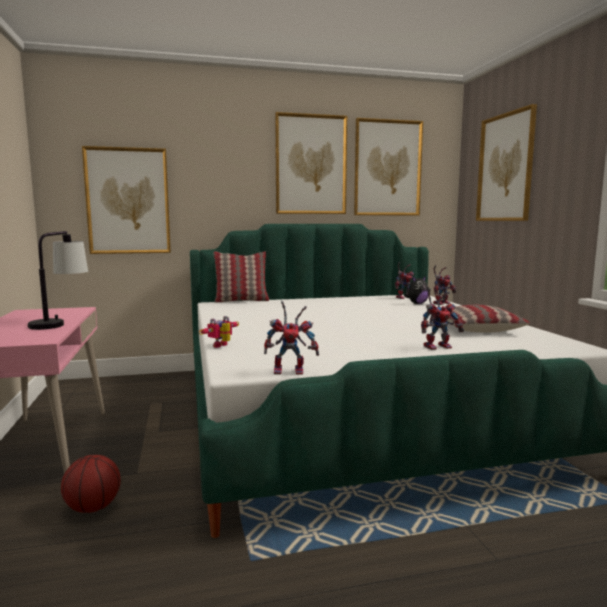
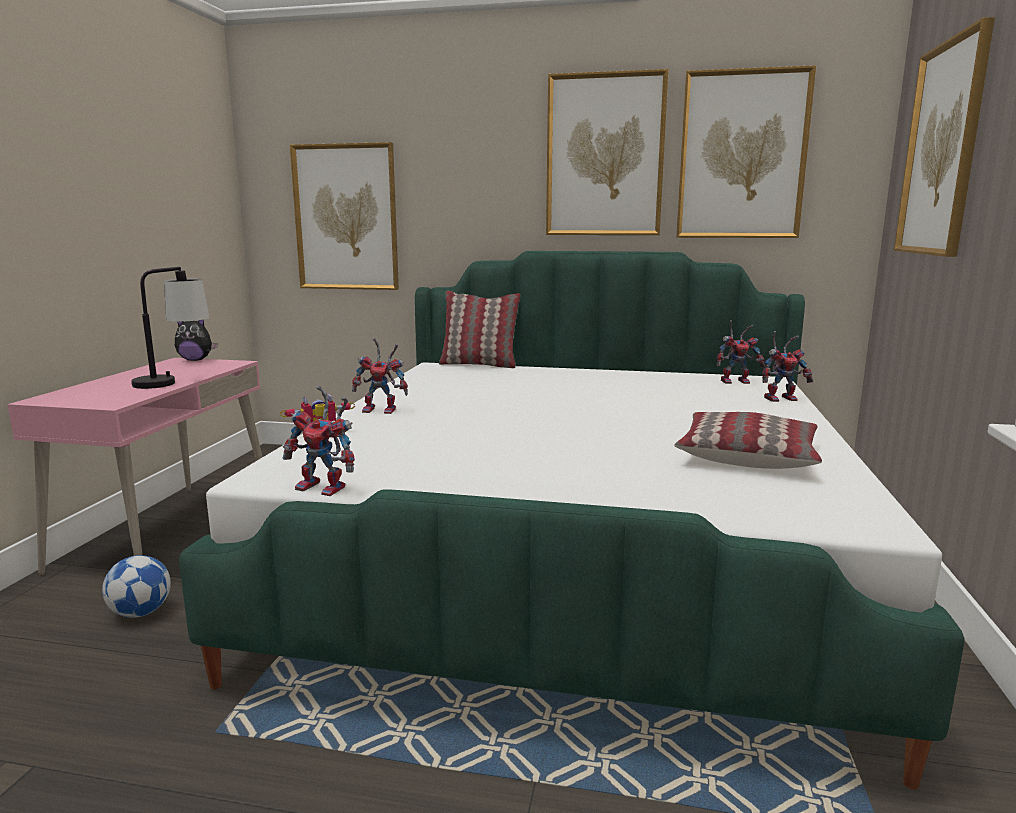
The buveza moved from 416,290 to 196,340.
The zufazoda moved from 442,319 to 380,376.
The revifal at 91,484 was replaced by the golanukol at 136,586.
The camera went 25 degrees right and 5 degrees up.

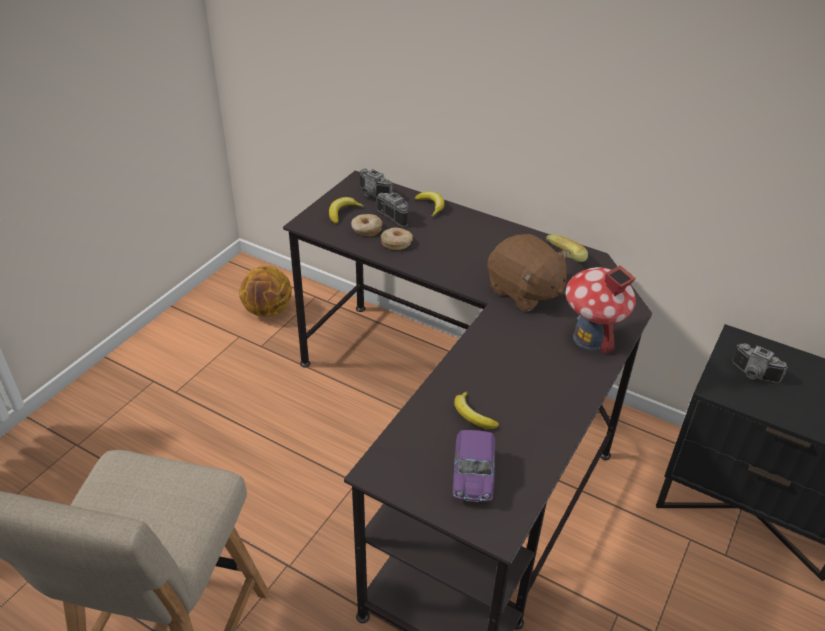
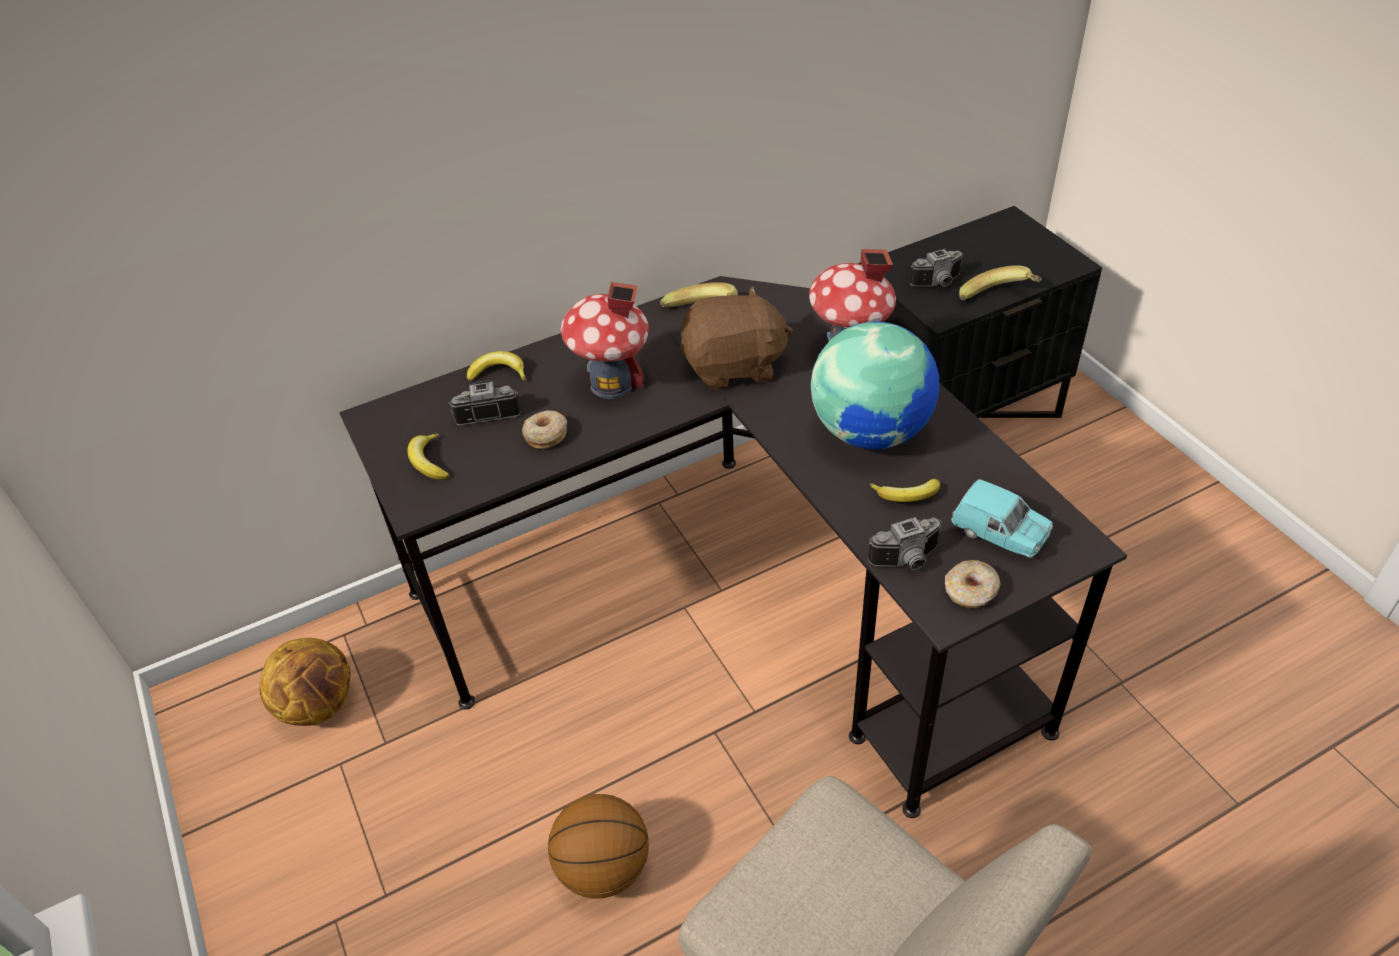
The revifal at 598,846 appeared.
The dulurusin at 605,340 appeared.
The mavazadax at 875,385 appeared.
The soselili at 1000,282 appeared.
The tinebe moved from 367,225 to 973,584.
The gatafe moved from 376,183 to 905,543.
The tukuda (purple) at 474,466 became the tukuda (turquoise) at 1002,518.
The camera went 55 degrees left and 5 degrees up.

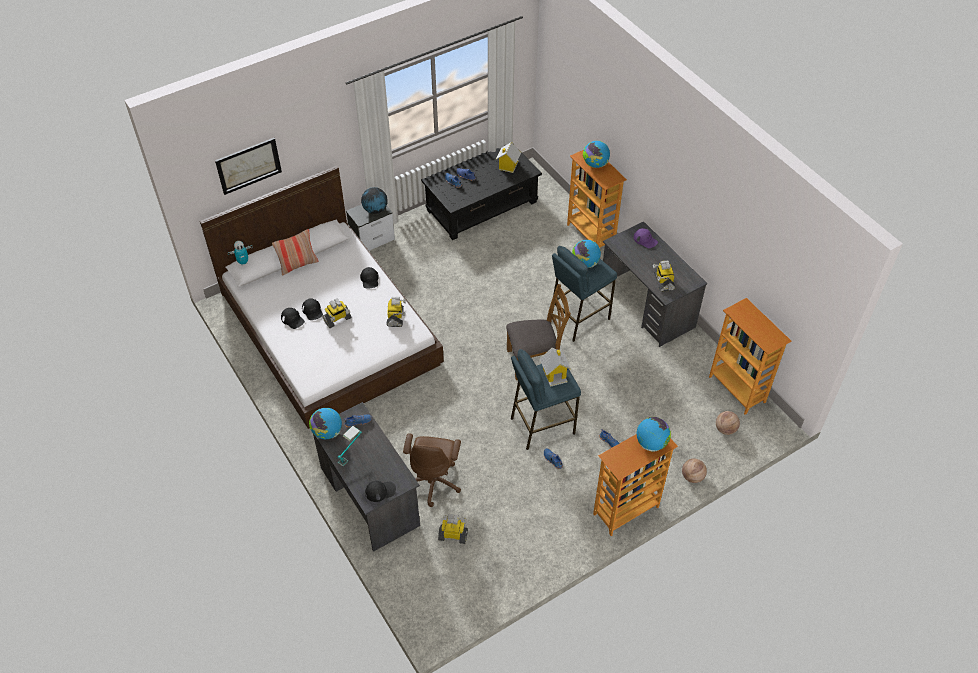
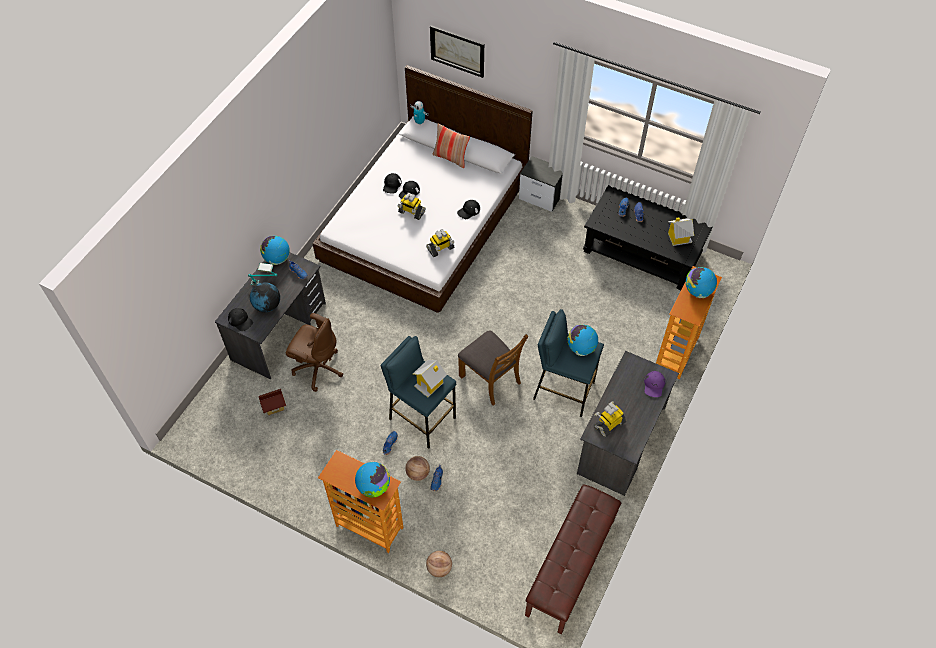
The mavazadax moved from 374,200 to 265,297.
The revifal moved from 728,423 to 417,468.
The zufazoda at 453,529 was replaced by the dulurusin at 272,402.
The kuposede at 750,356 was replaced by the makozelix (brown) at 573,559.
The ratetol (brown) at 432,470 turned 135 degrees counterclockwise.
The camera went 60 degrees right and 5 degrees up.

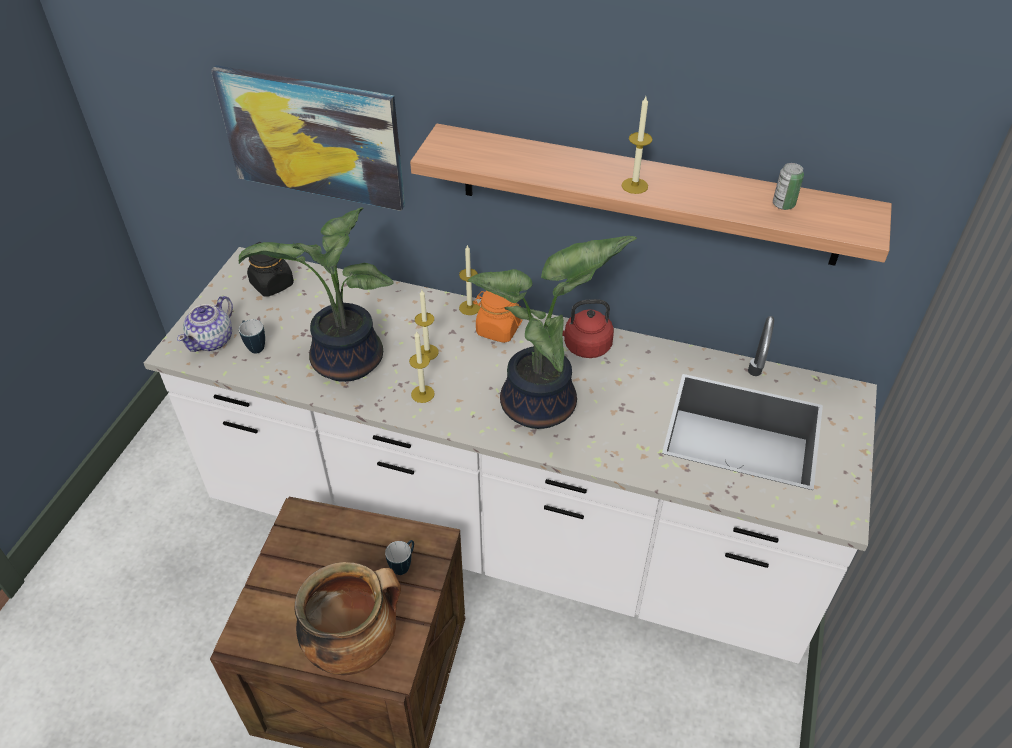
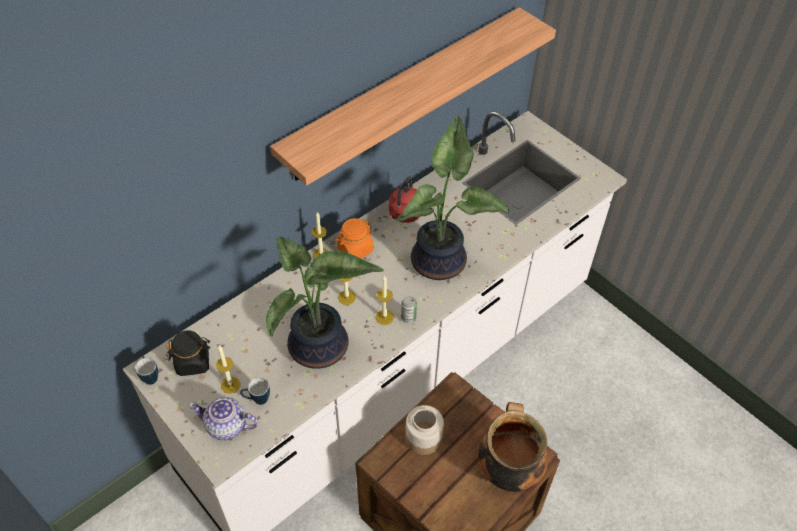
The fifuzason at 308,138 disappeared.
The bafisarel at 424,430 appeared.
The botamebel moved from 399,557 to 146,370.
The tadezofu moved from 637,145 to 228,370.
The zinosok moved from 788,186 to 409,309.
The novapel at 205,324 turned 135 degrees clockwise.
The camera went 60 degrees left and 5 degrees up.

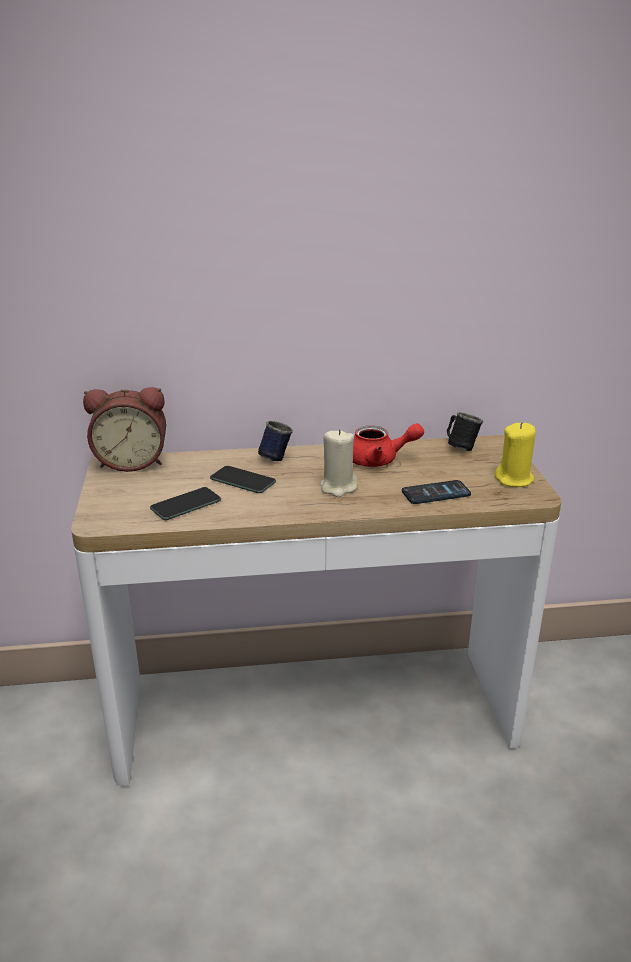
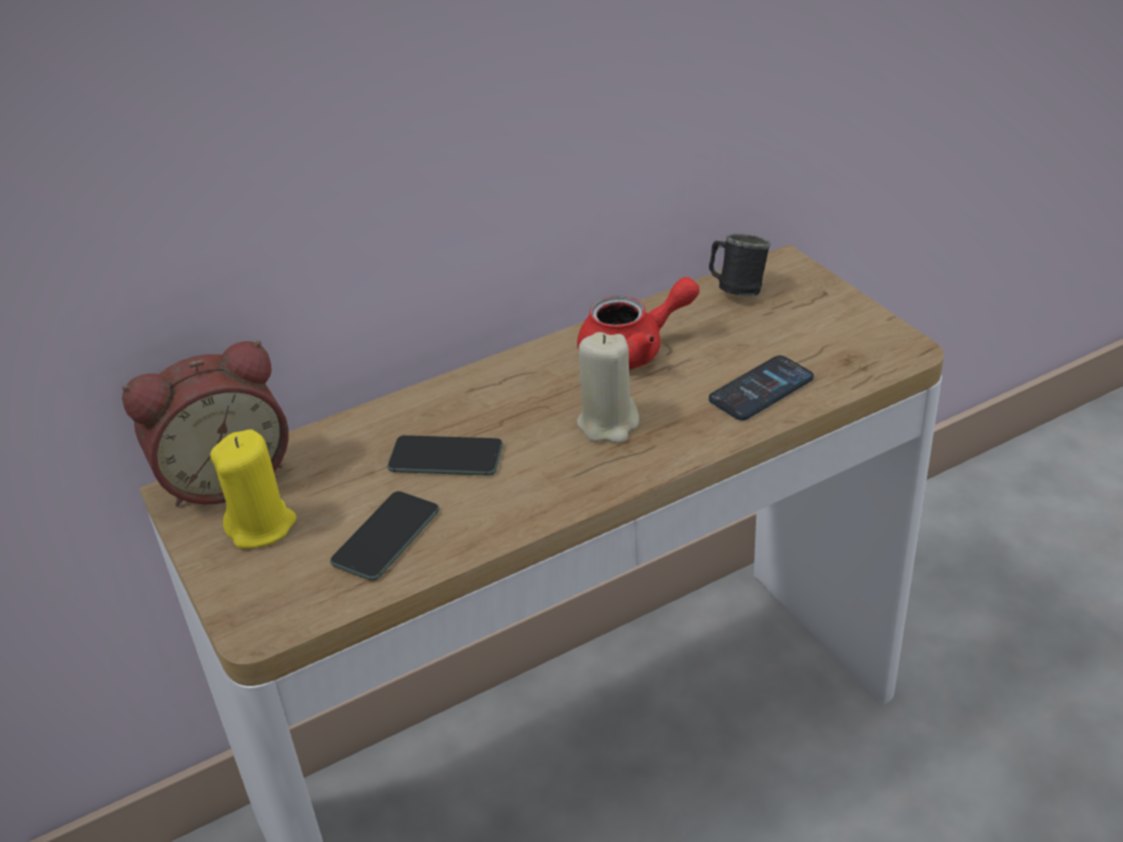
The botamebel (blue) at 275,441 disappeared.
The tadezofu (yellow) moved from 515,455 to 253,489.
The camera went 20 degrees left and 10 degrees up.

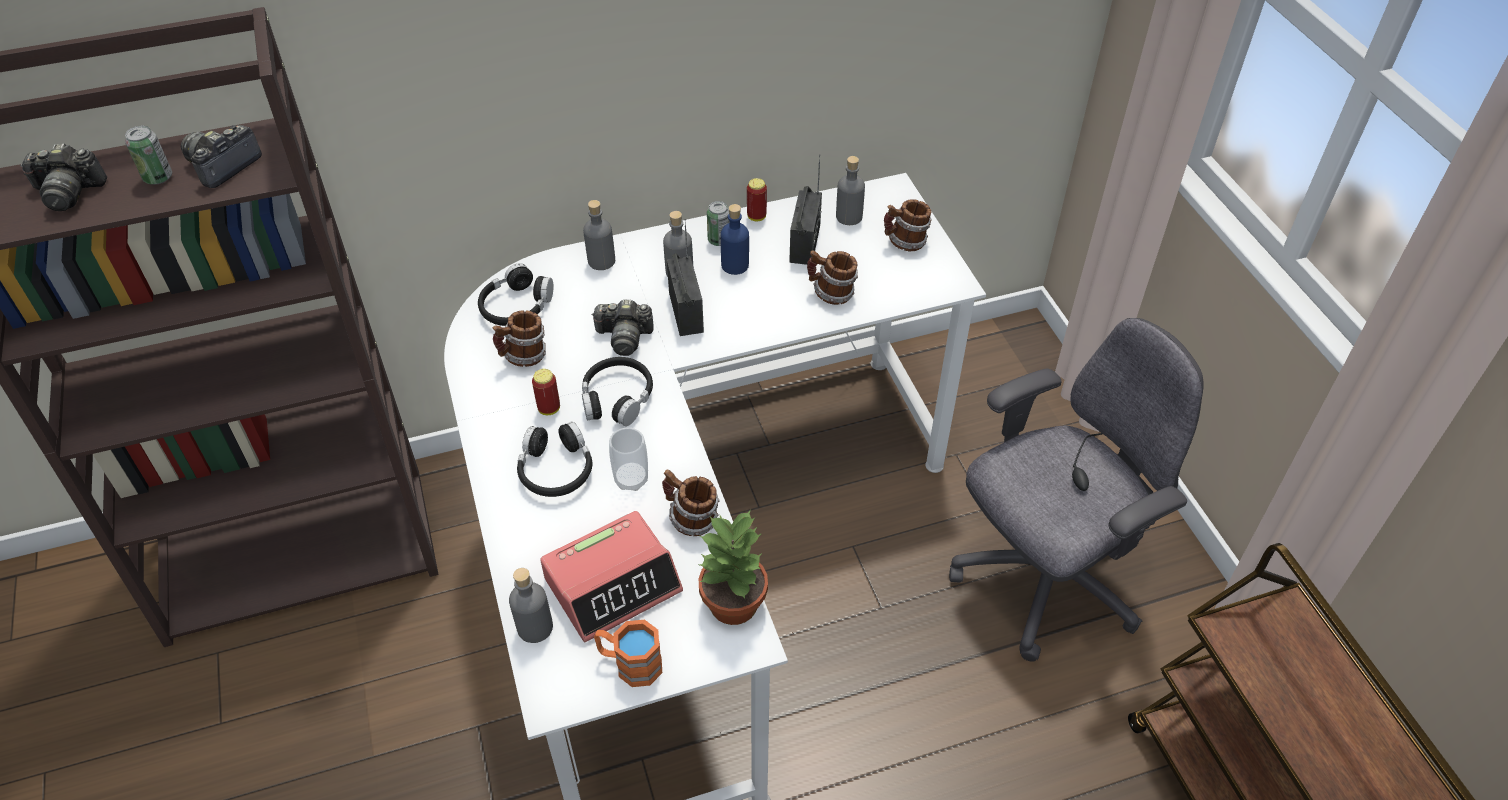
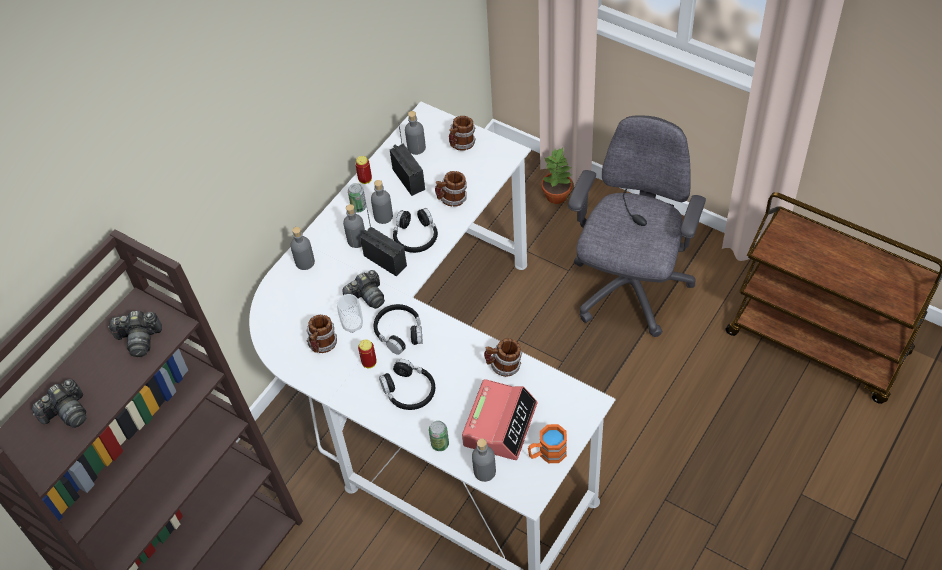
The zinosok moved from 148,155 to 439,436.
The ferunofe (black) moved from 515,294 to 415,230.
The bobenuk moved from 628,459 to 350,313.
The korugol moved from 733,567 to 556,176.
The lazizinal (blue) at 735,239 became the lazizinal (grey) at 382,202.
The gatafe at 221,156 turned 90 degrees counterclockwise.
The camera went 35 degrees left and 5 degrees up.

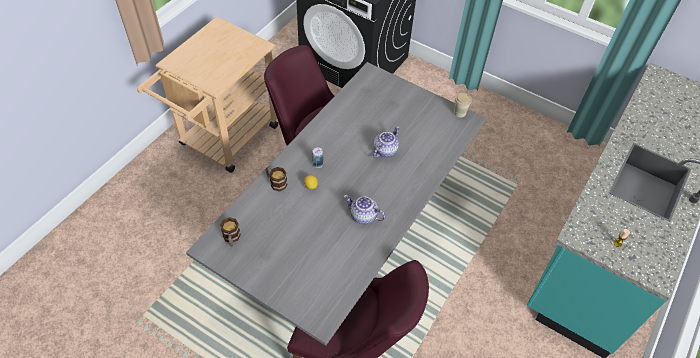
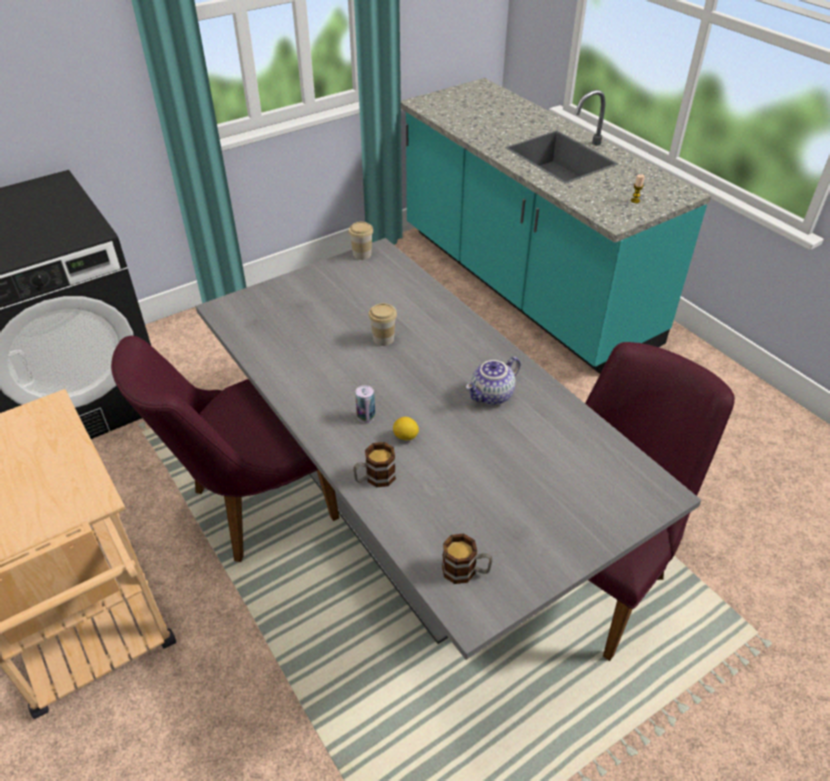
The novapel at 386,142 was replaced by the bobenuk at 383,324.
The camera went 65 degrees left and 10 degrees down.

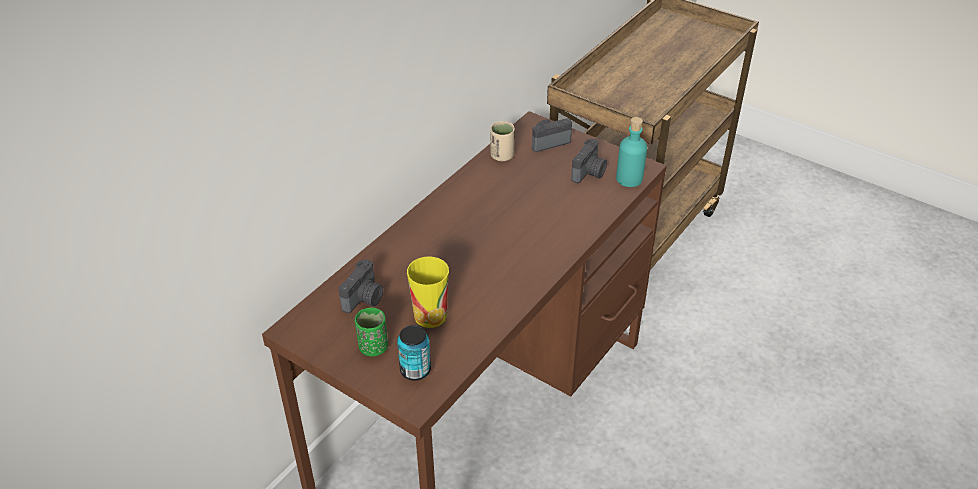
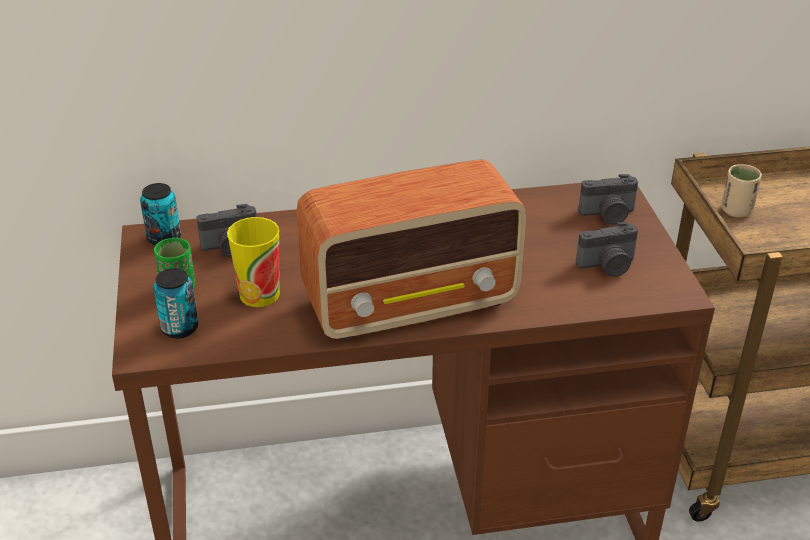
The lazizinal (turquoise) at 631,152 disappeared.
The zinosok at 160,214 appeared.
The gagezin at 411,249 appeared.
The bobenuk (beige) moved from 502,141 to 742,191.
The gatafe at 552,135 turned 150 degrees clockwise.
The camera went 45 degrees right and 5 degrees down.

